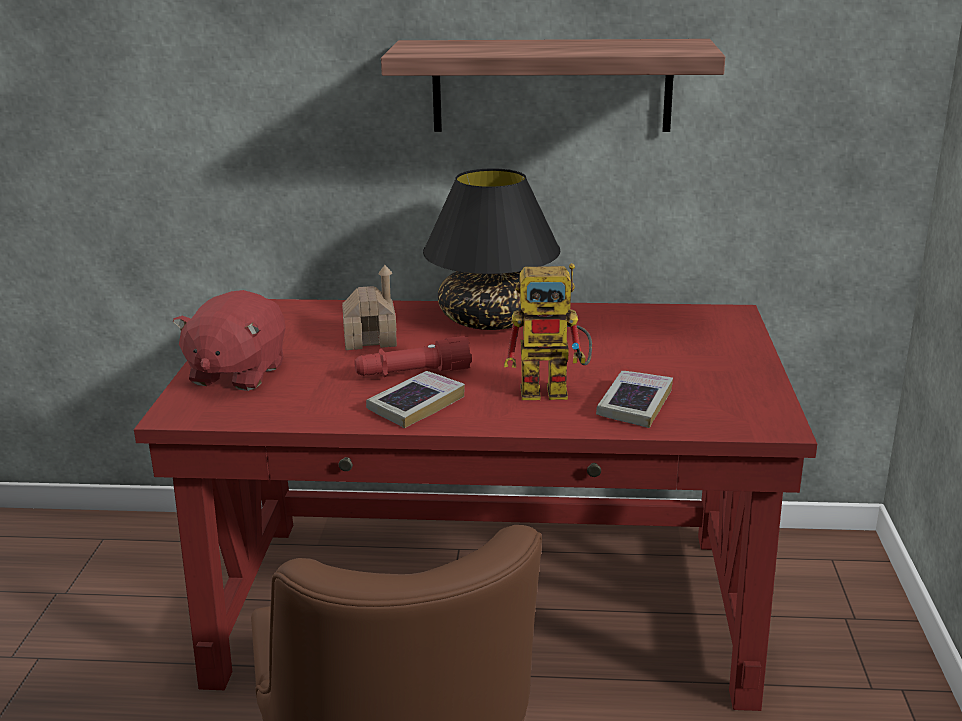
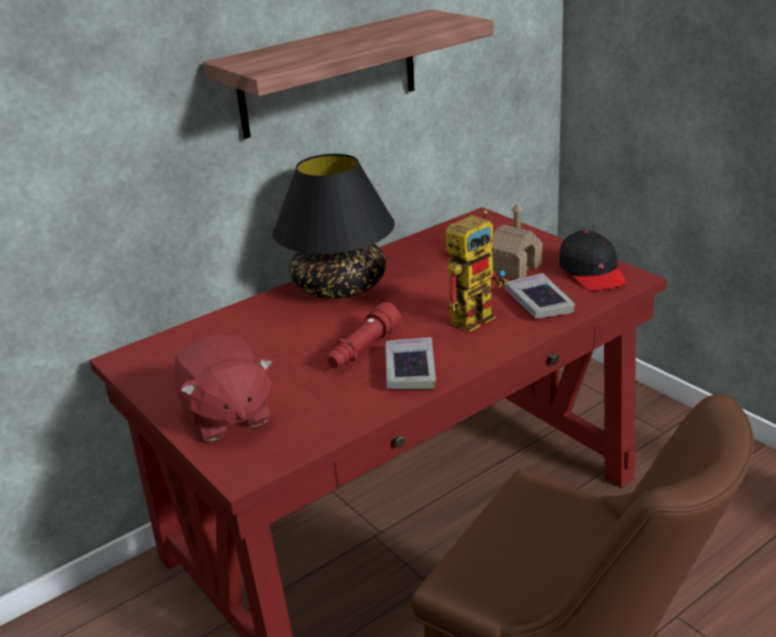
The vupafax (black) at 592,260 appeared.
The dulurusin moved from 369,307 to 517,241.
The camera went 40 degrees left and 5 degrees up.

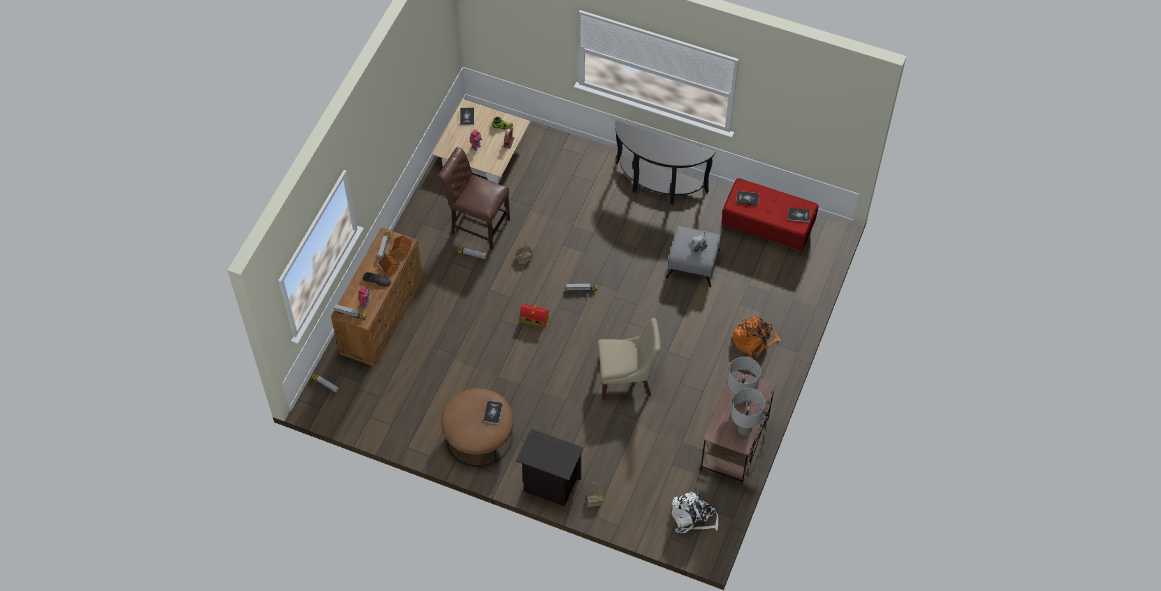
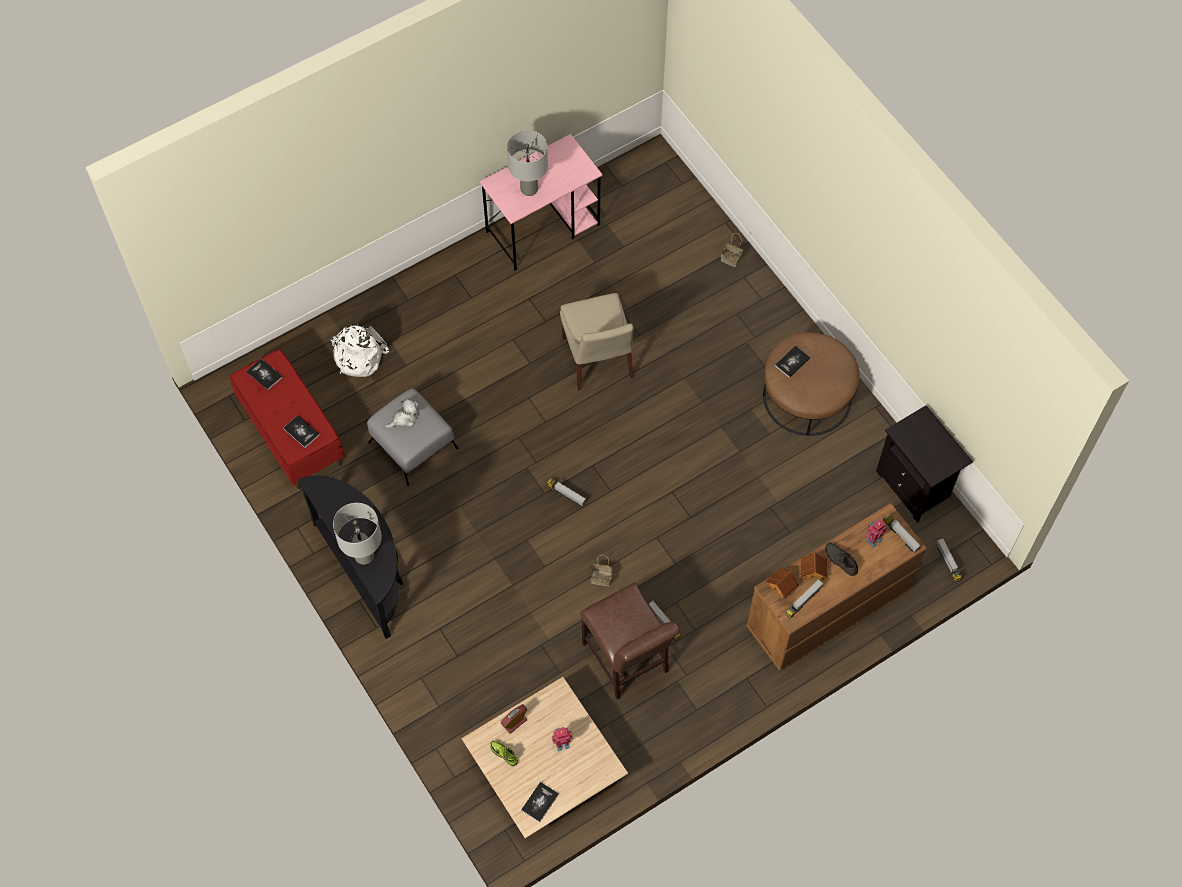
The dulurusin at 534,316 disappeared.
The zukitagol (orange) at 757,337 disappeared.
The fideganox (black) moved from 550,468 to 924,464.
The zukitagol (white) moved from 695,512 to 359,350.
The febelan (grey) moved from 748,412 to 357,534.
The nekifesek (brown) at 738,428 became the nekifesek (pink) at 541,202.
The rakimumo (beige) at 629,359 turned 135 degrees counterclockwise.
The camera went 145 degrees left and 5 degrees up.

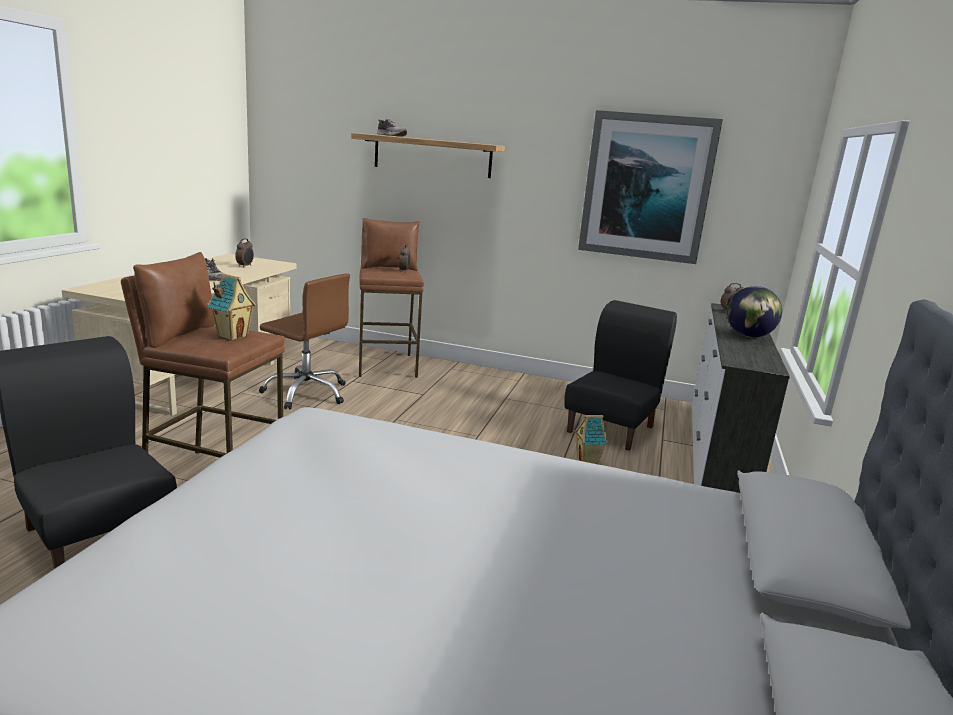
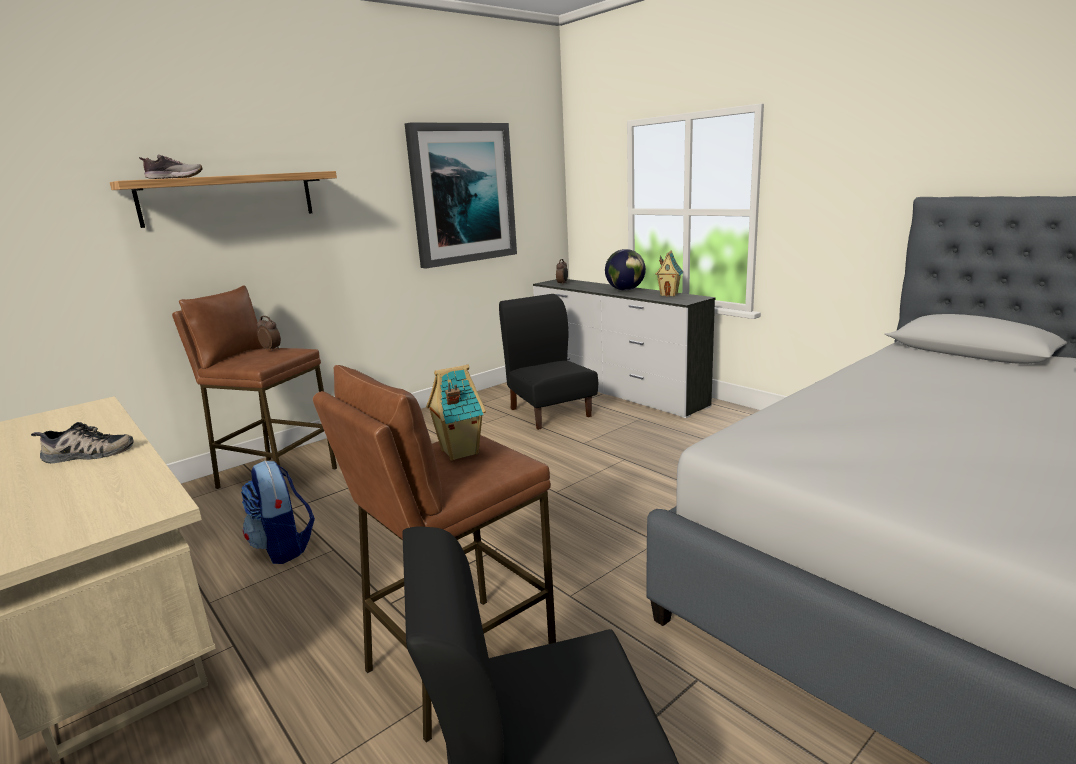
The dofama at 244,253 disappeared.
The dulurusin moved from 591,439 to 669,273.
The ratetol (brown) at 304,341 was replaced by the zukitagol at 278,512.
The camera went 55 degrees left and 0 degrees up.

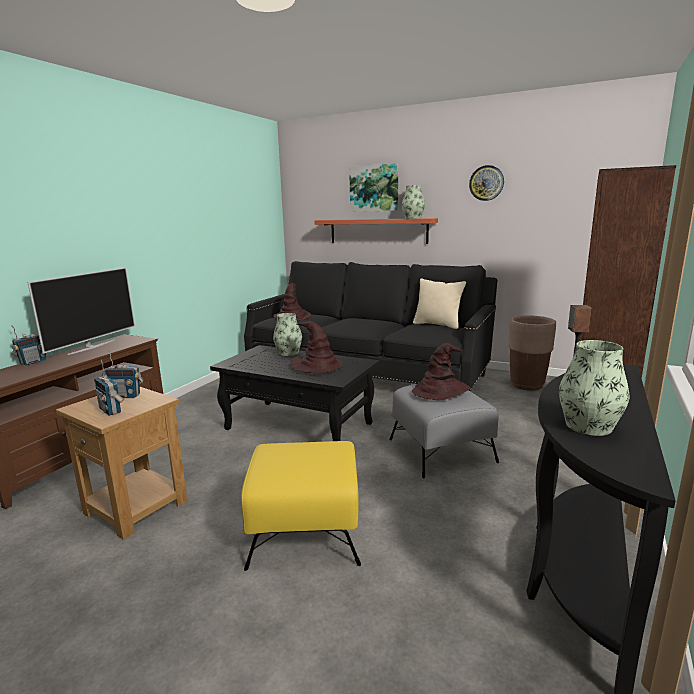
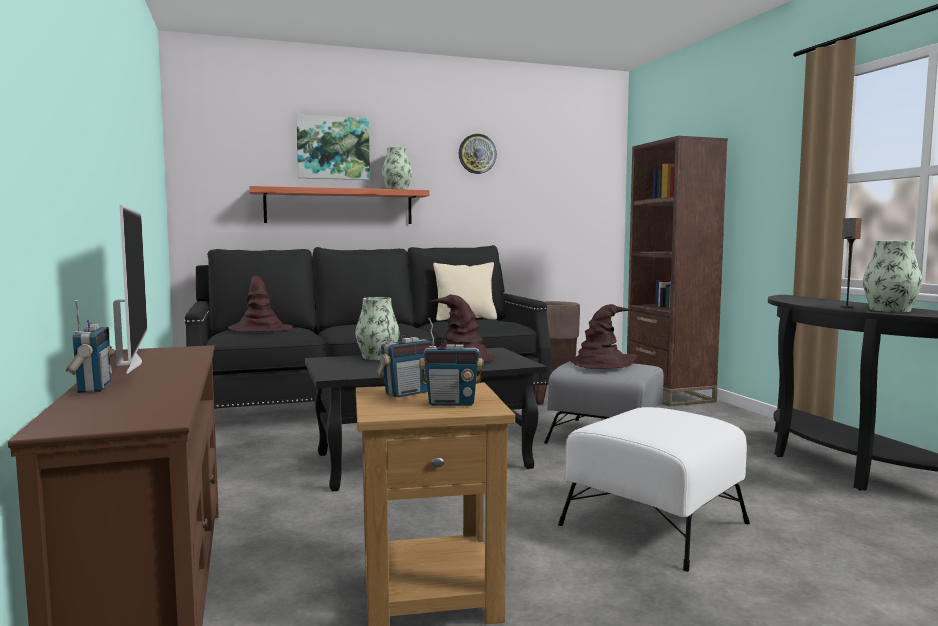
The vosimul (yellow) at 301,506 became the vosimul (white) at 654,489.
The camera went 45 degrees left and 10 degrees down.

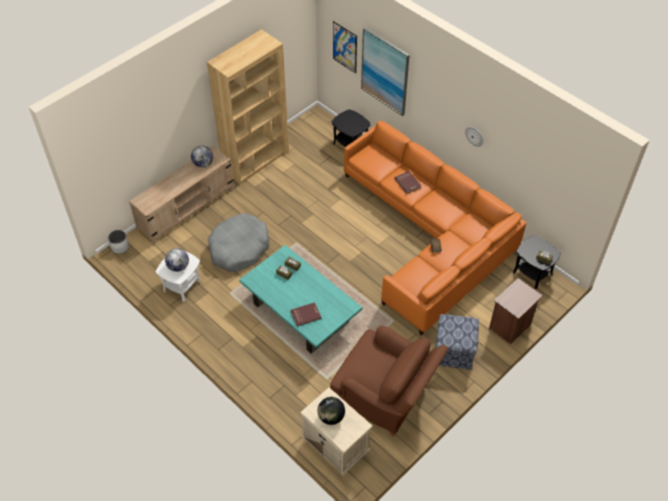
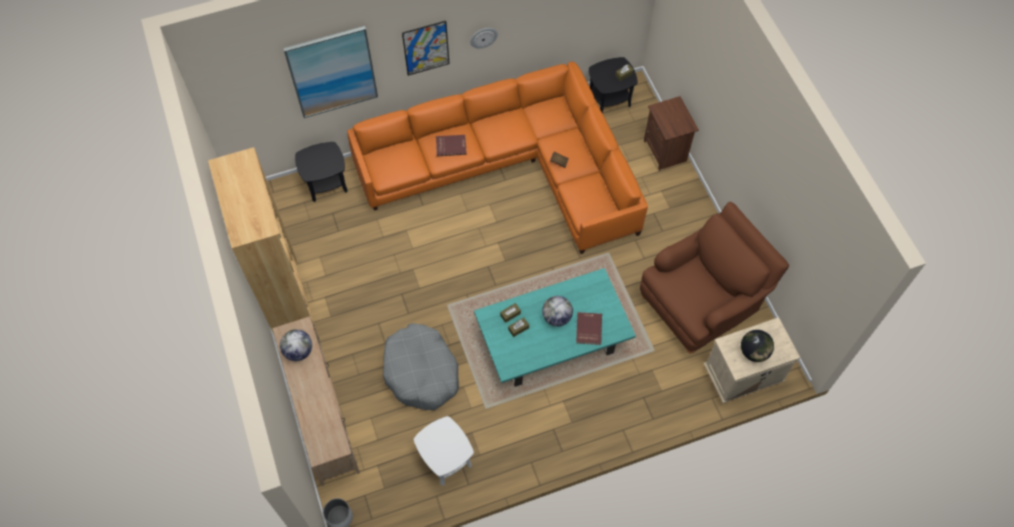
The vosimul at 457,342 disappeared.
The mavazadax moved from 177,260 to 557,311.
The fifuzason moved from 345,47 to 426,48.
The camera went 65 degrees left and 10 degrees up.

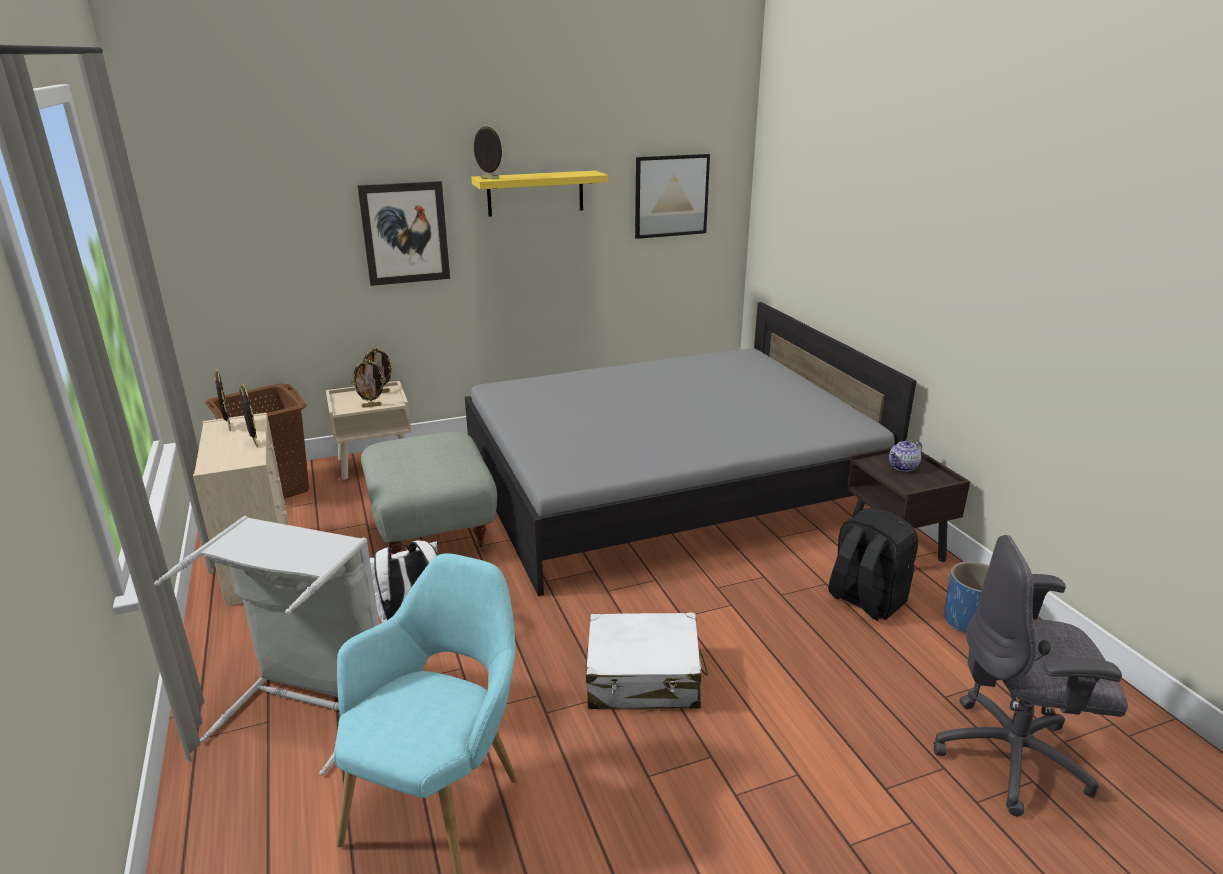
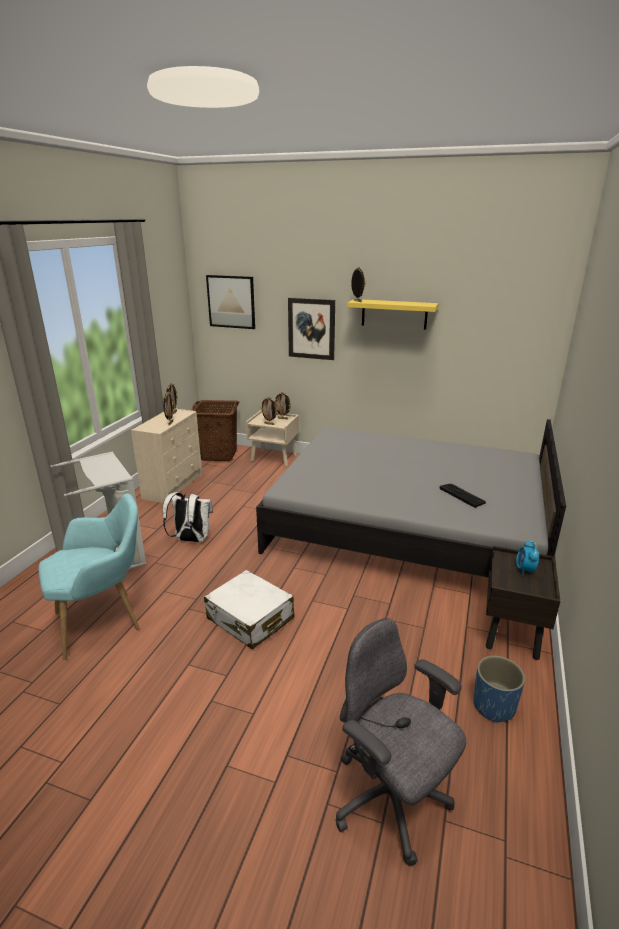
The vosimul (grey) at 429,493 disappeared.
The zukitagol (black) at 873,564 disappeared.
The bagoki at 463,496 appeared.
The fifuzason moved from 672,196 to 230,302.
The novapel at 905,456 was replaced by the dofama at 527,558.
The camera went 40 degrees right and 0 degrees up.

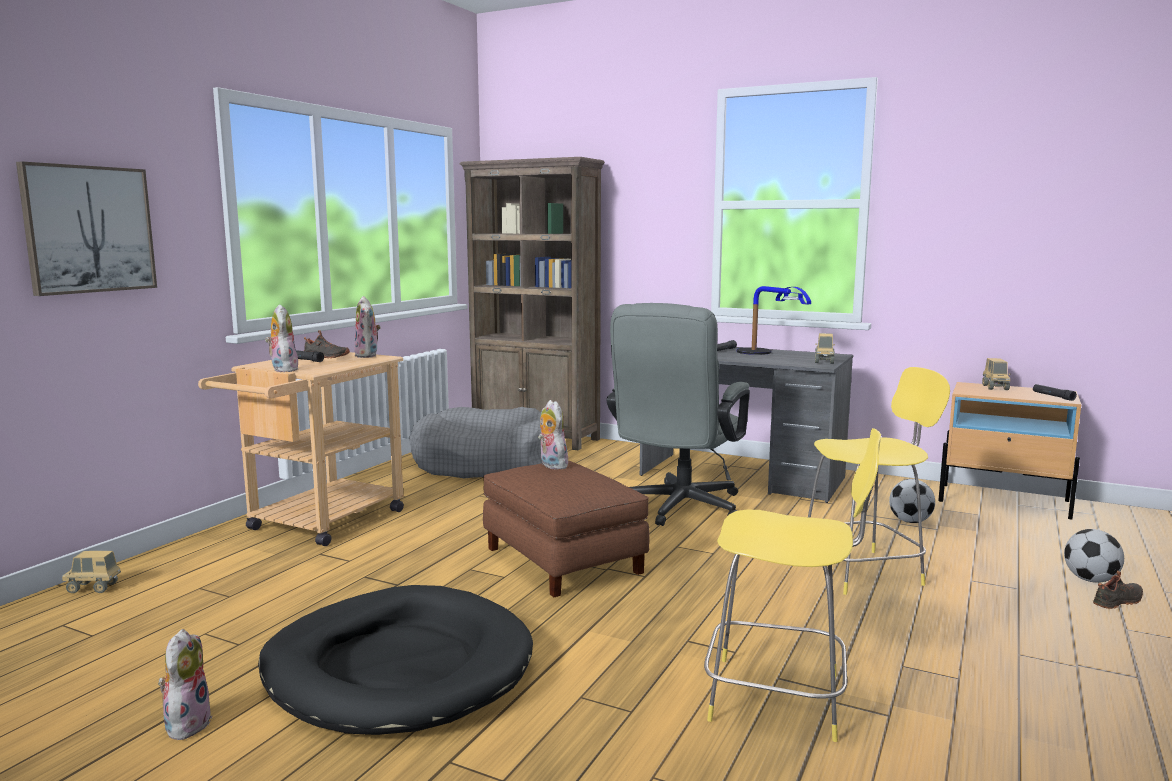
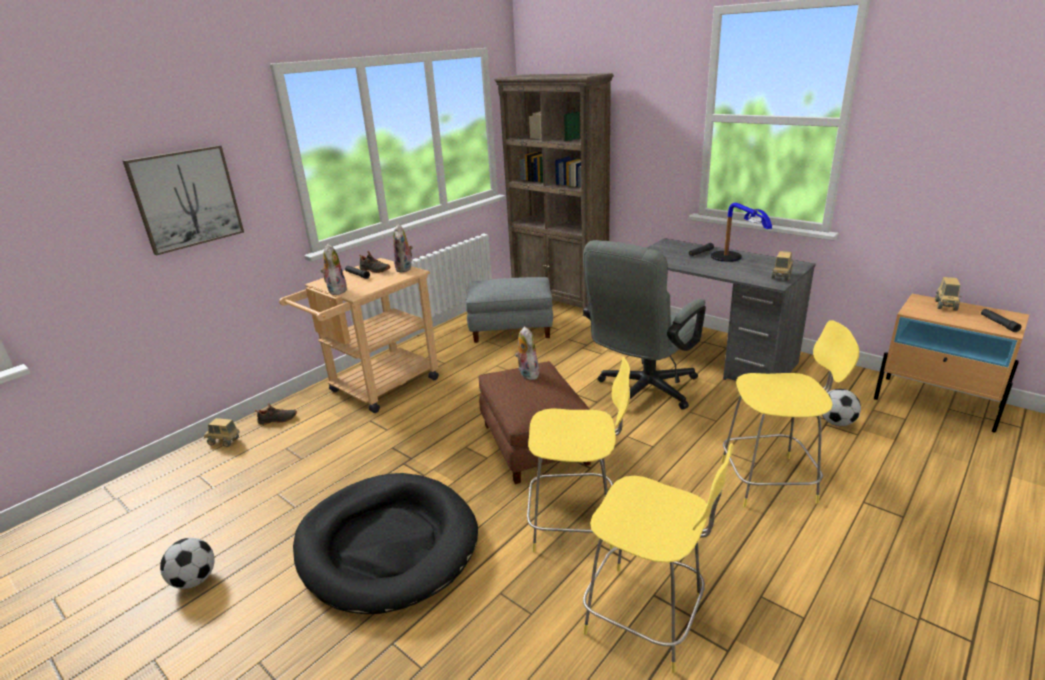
The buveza at 185,684 disappeared.
The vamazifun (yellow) at 578,455 appeared.
The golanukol moved from 1094,556 to 187,563.
The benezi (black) moved from 1118,590 to 276,414.
The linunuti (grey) at 475,442 was replaced by the vosimul (grey) at 509,310.
The camera went 15 degrees right and 15 degrees up.

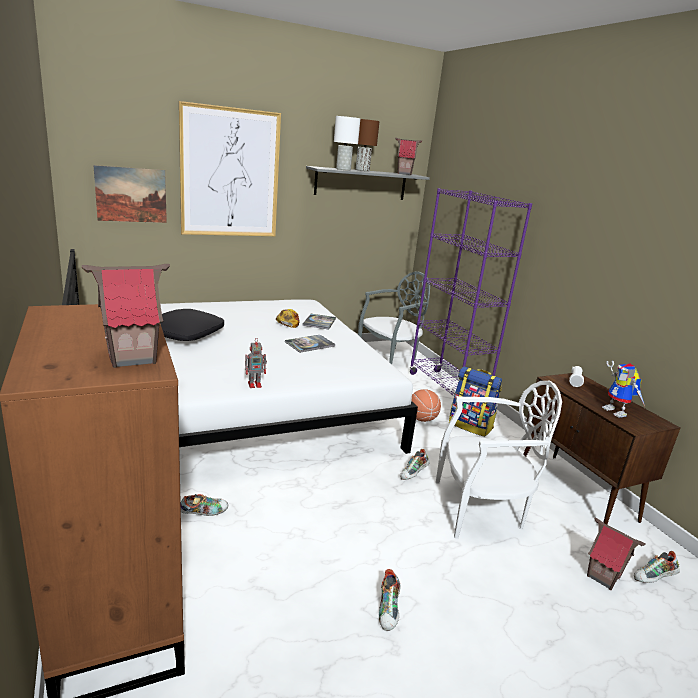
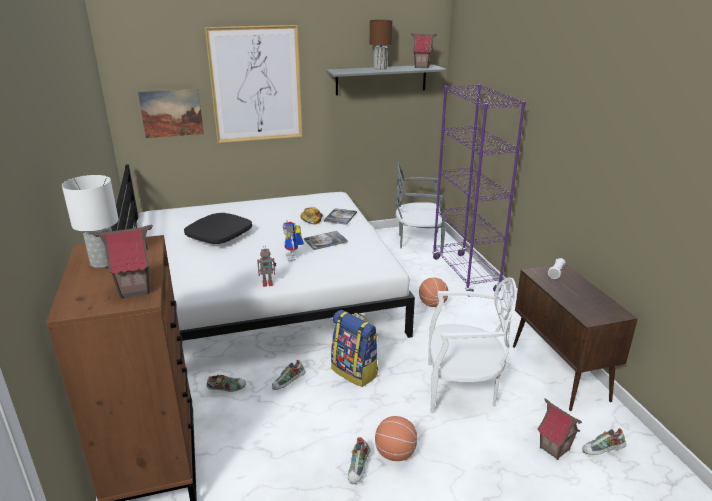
The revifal at 396,438 appeared.
The febelan (white) moved from 347,143 to 90,221.
The benezi moved from 415,464 to 289,375.
The zukitagol moved from 475,402 to 354,348.
The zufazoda moved from 623,389 to 293,240.
The rakimumo (grey) at 394,317 turned 150 degrees counterclockwise.
The camera went 10 degrees right and 5 degrees up.

